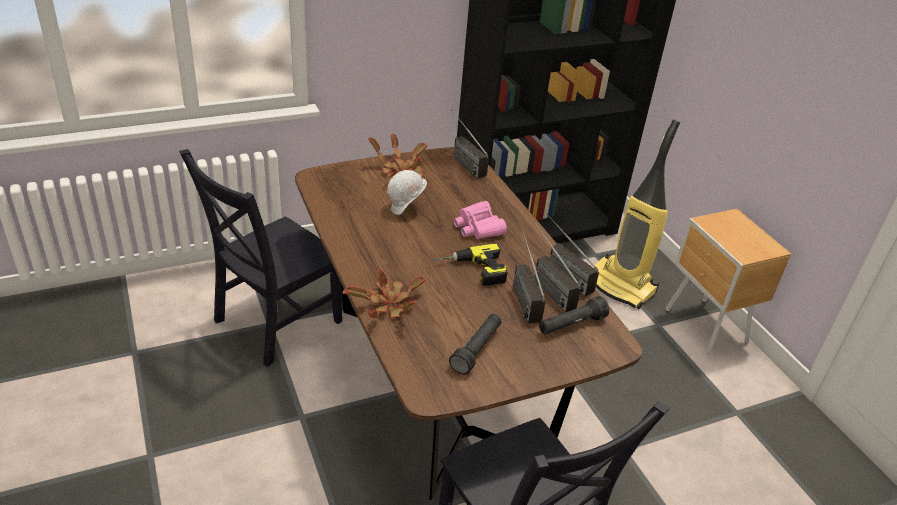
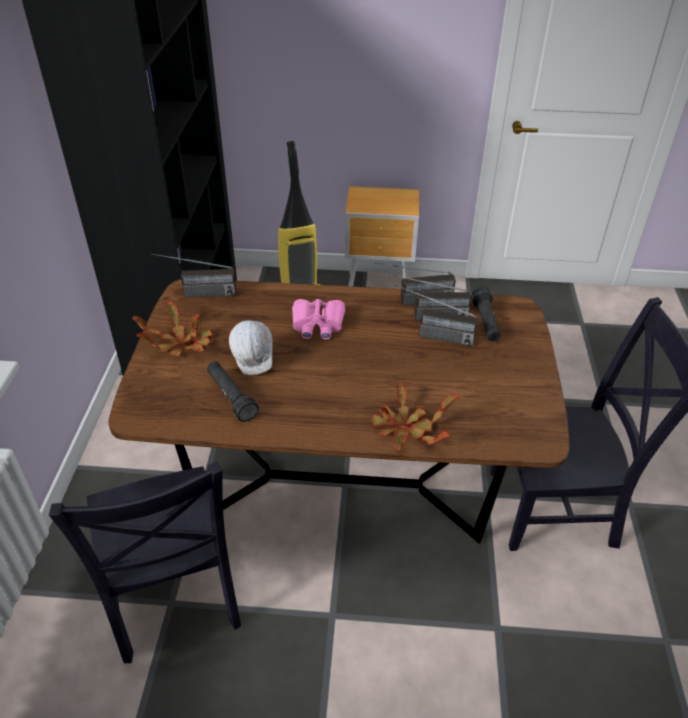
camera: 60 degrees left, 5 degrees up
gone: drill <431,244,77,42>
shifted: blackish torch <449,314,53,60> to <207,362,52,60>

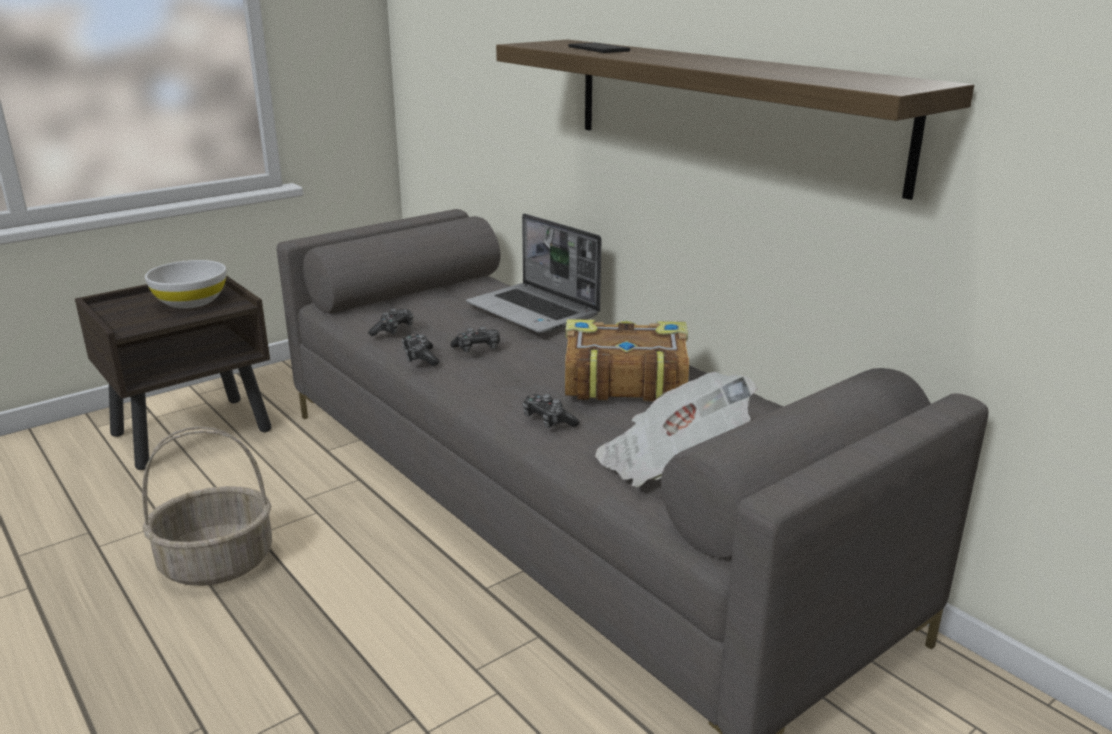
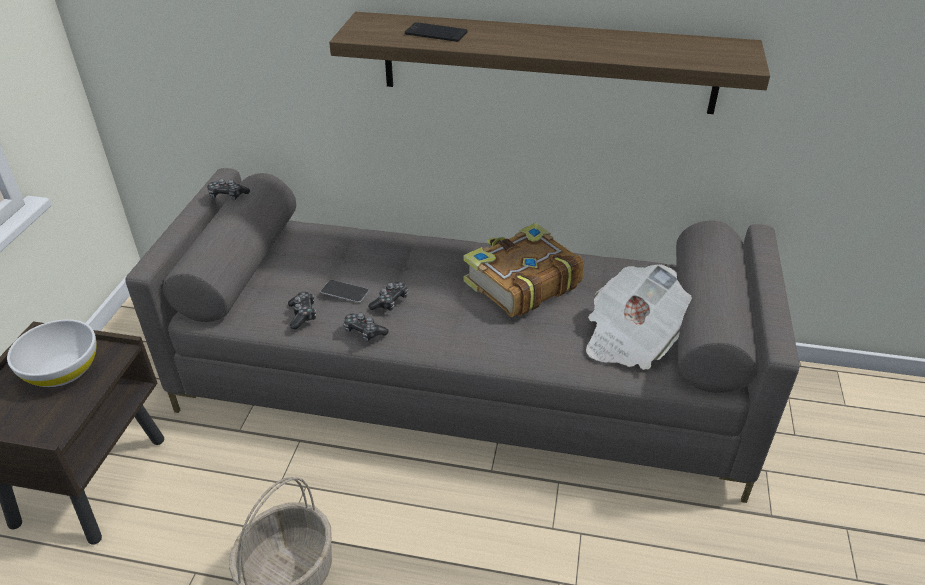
camera: 40 degrees left, 15 degrees up
gone: portable computer <466,214,135,119>
new: telephone <320,280,49,23>
shifted: gamepad <522,394,58,34> to <207,179,43,21>

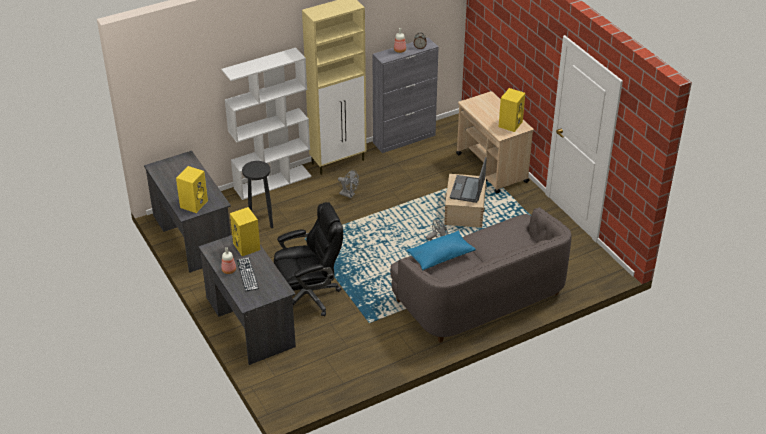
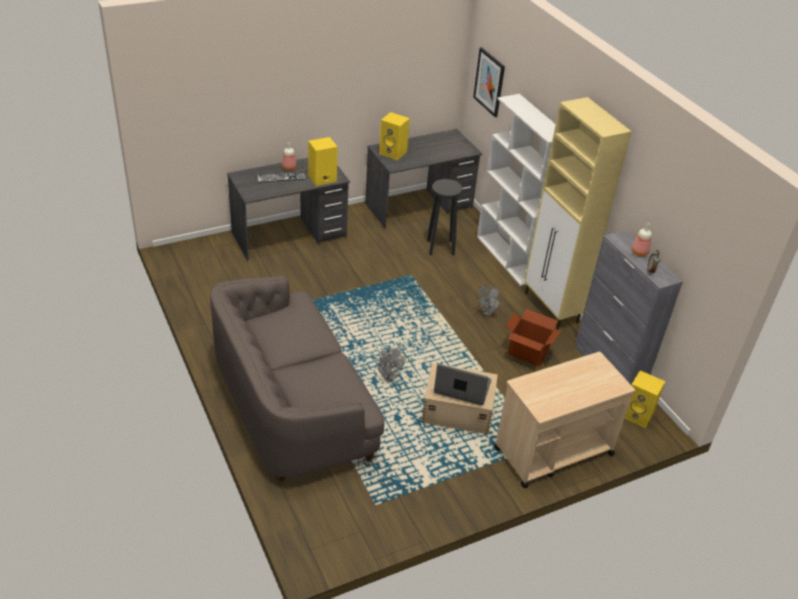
camera: 90 degrees right, 0 degrees up
gone: blackish office chair <274,202,69,114>; bluish cushion <406,231,70,39>
new: picture <473,47,32,70>; packing box <506,309,55,58>
shifted: yellow-coloured audio speaker <499,88,26,44> to <625,370,40,58>

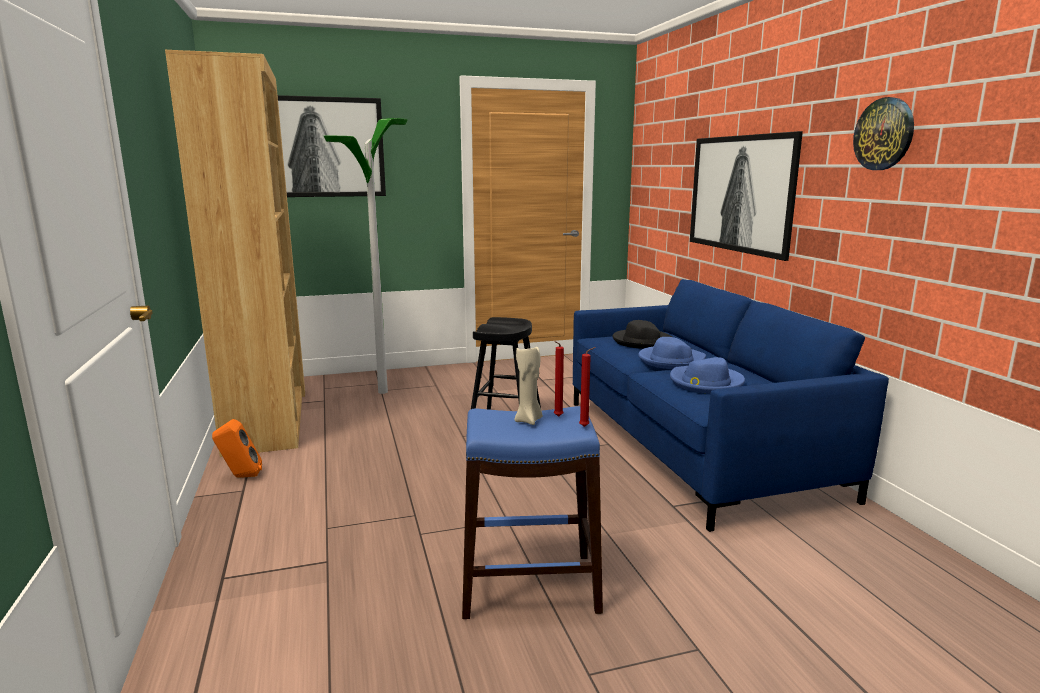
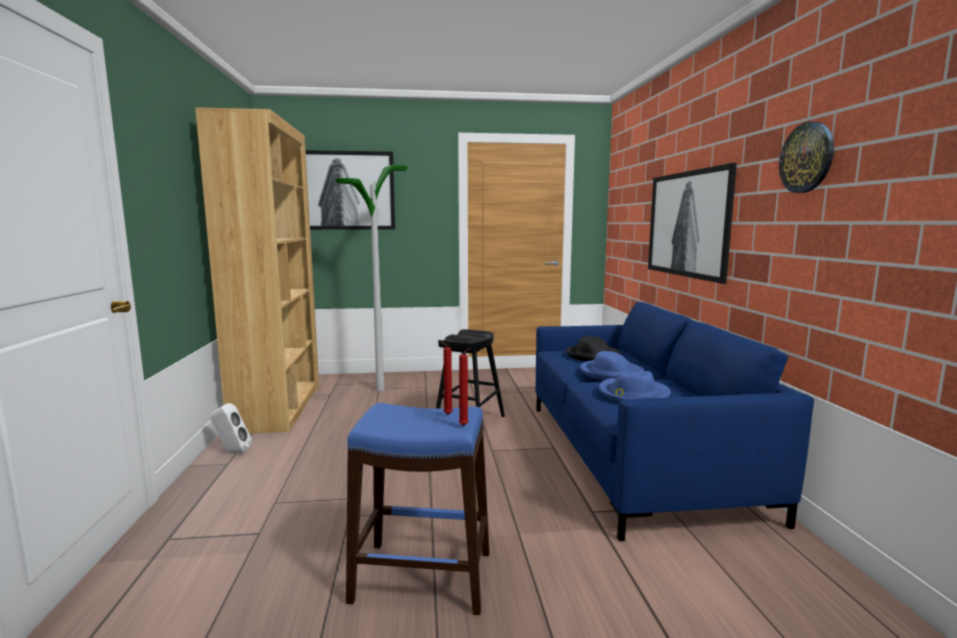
camera: 10 degrees right, 5 degrees down
gone: sand-coloured wax light <515,346,28,79>
repainted: orangey audio speaker <212,419,50,59> to whitish audio speaker <210,403,42,50>

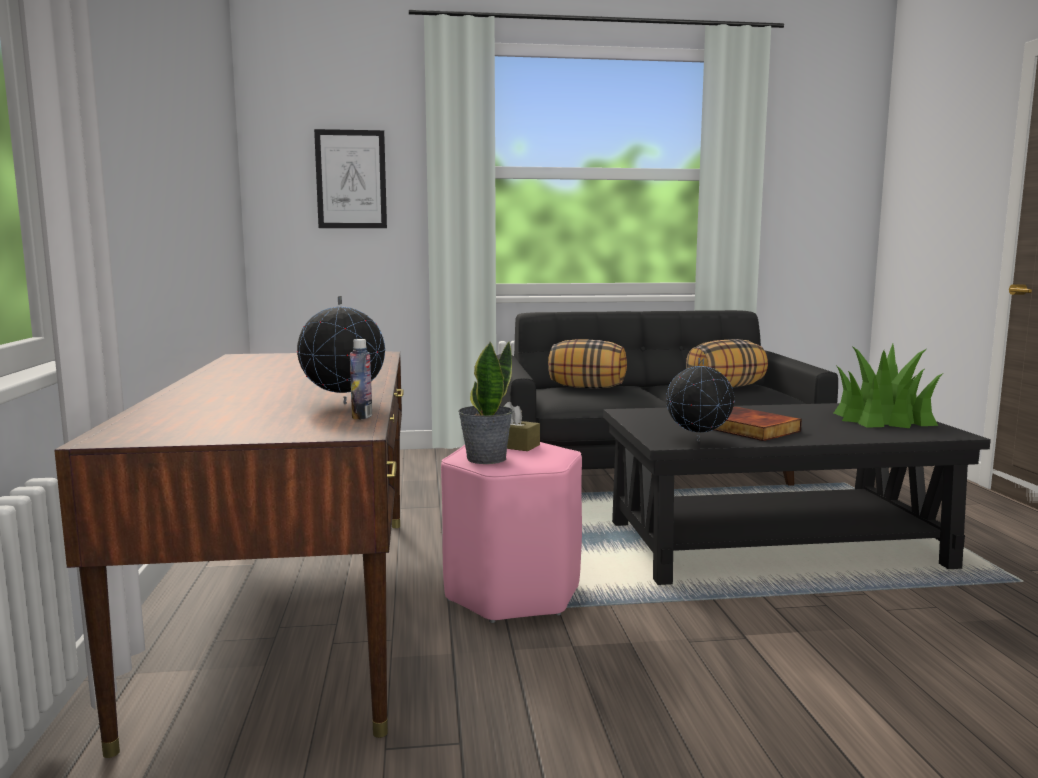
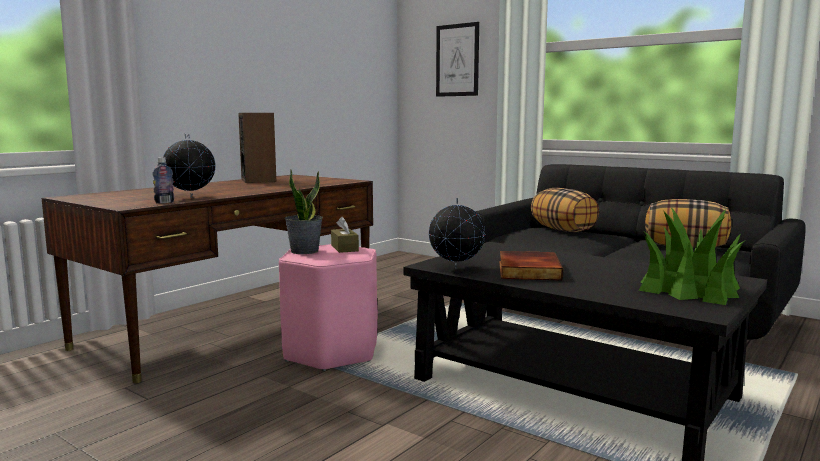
camera: 45 degrees right, 0 degrees up
new: audio speaker <238,113,38,70>

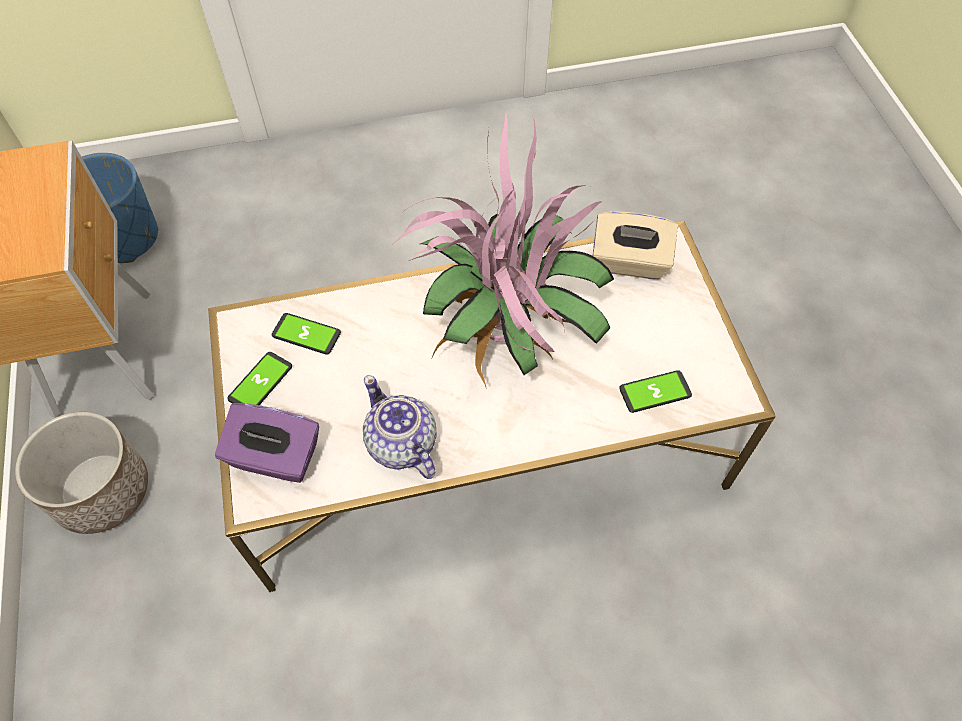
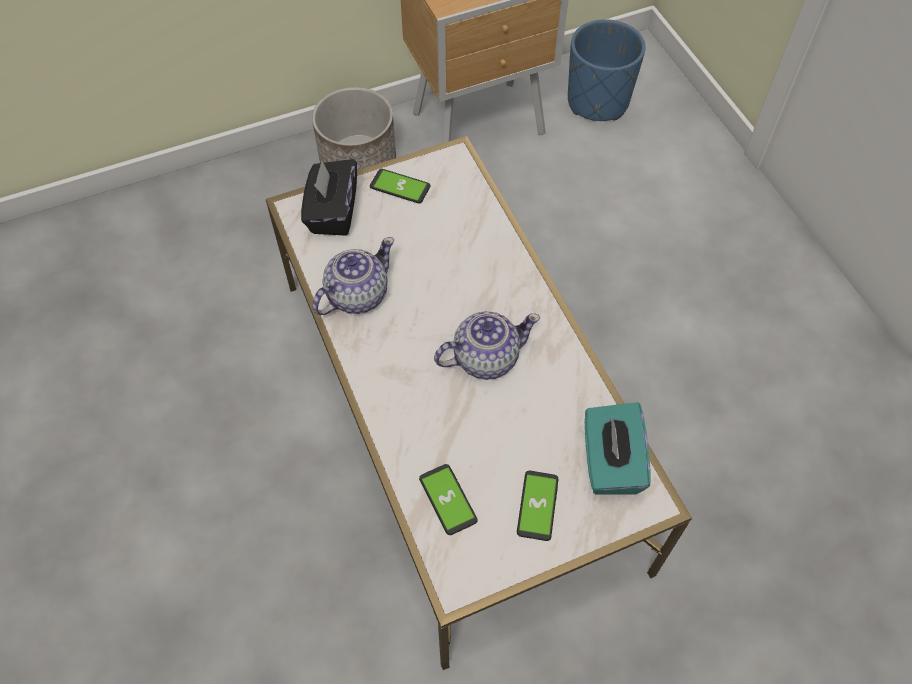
camera: 80 degrees right, 0 degrees up
shifted: telephone <272,313,69,42> to <517,471,41,70>
swapped: houseplant <396,109,218,280> to teapot <434,311,106,69>
repainted: purple-coloured box of tissues <215,403,104,80> to blackish box of tissues <301,159,56,77>; sand-coloured box of tissues <593,211,85,68> to turquoise box of tissues <585,402,66,93>

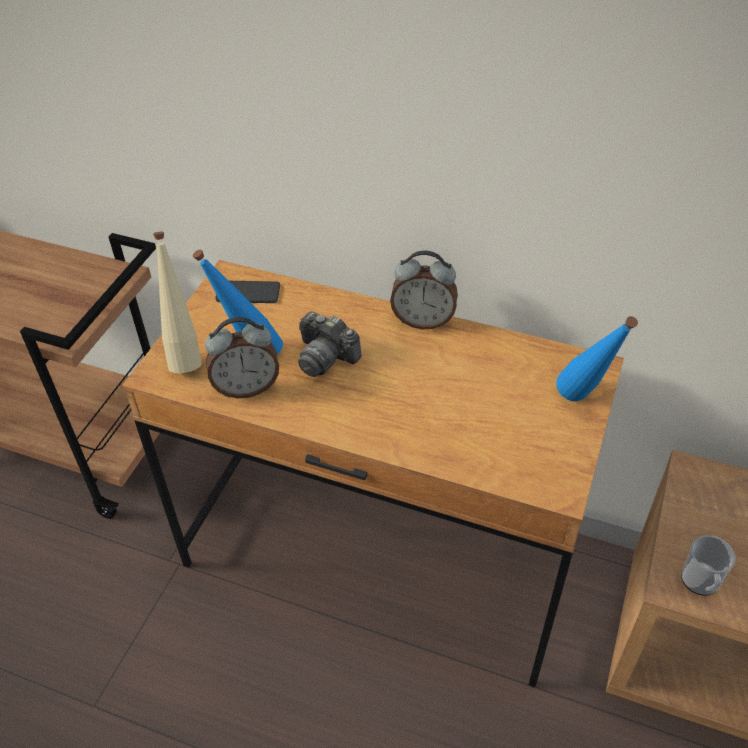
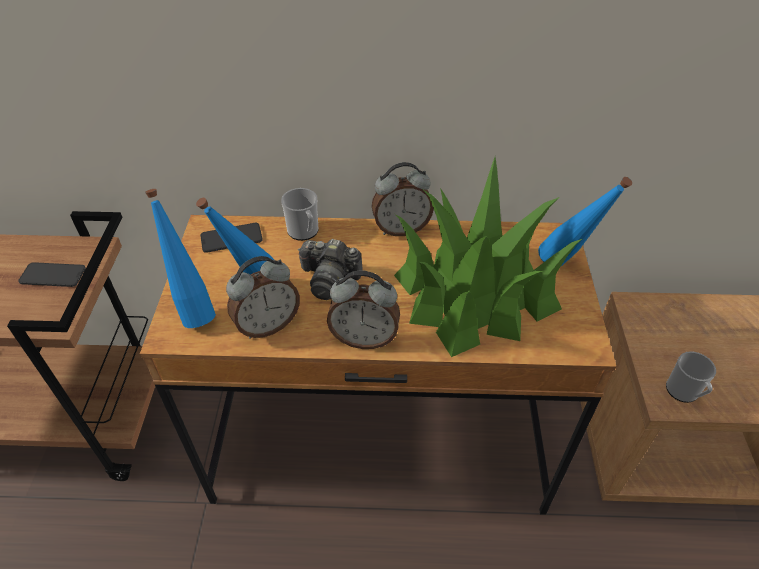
camera: 20 degrees left, 0 degrees up
new: telephone <18,262,68,25>; coffee mug <281,188,38,53>; bedside clock <327,271,73,78>; houseplant <394,157,188,200>
repainted: sand-coloured bottle <153,232,49,141> to bluish bottle <145,189,71,139>

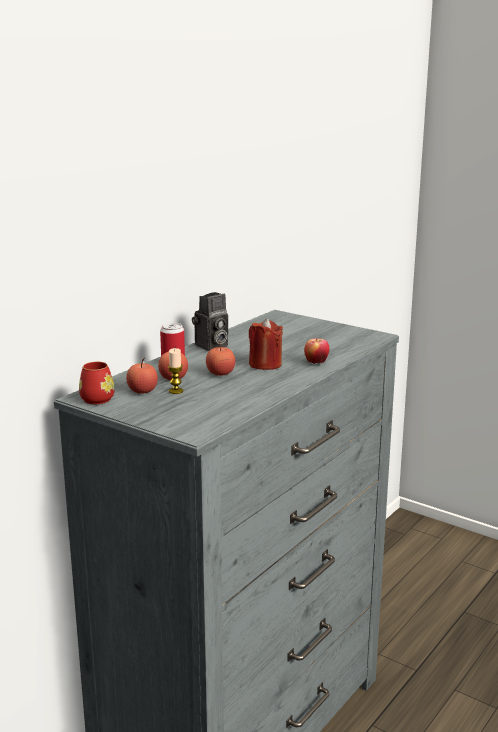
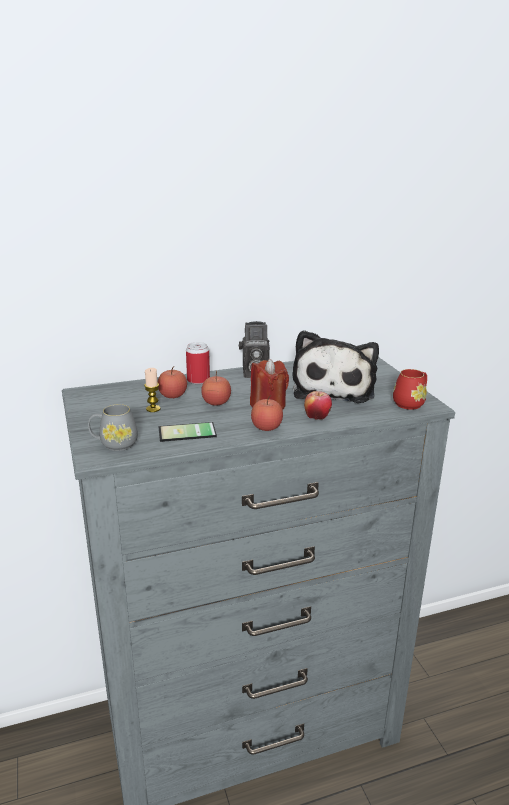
camera: 35 degrees right, 5 degrees up
new: grey coffee mug <88,404,50,47>; telephone <158,422,59,20>; cuddly toy <292,330,87,73>
shifted: reddish coffee mug <79,362,35,42> to <393,369,34,41>; apple <126,358,32,36> to <251,395,32,36>

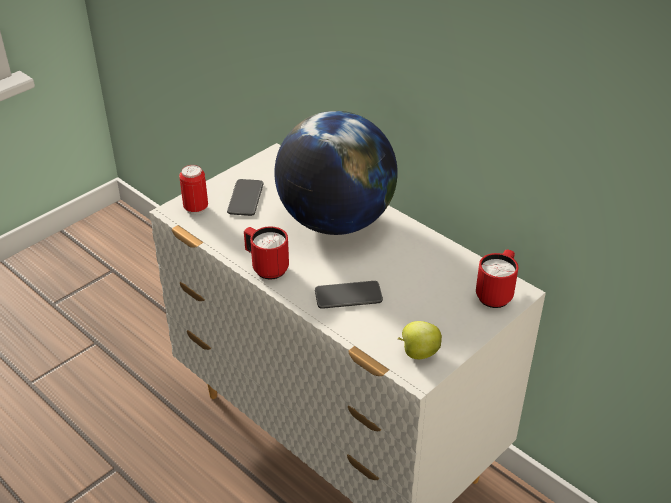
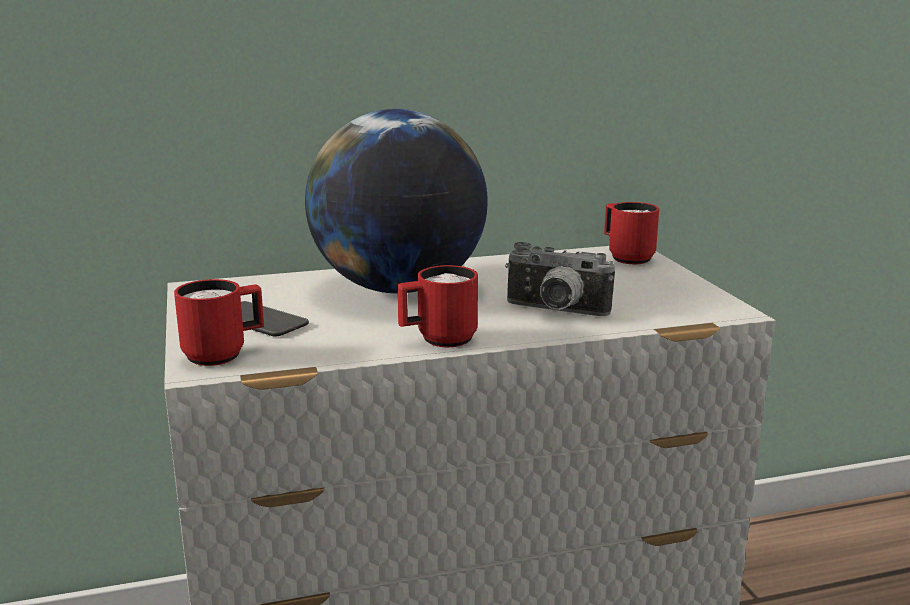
camera: 60 degrees left, 20 degrees down
gone: apple <398,321,44,38>
swapped: sealed can <179,165,29,50> to reddish coffee mug <174,279,90,87>; telephone <315,281,68,28> to still camera <505,242,110,74>

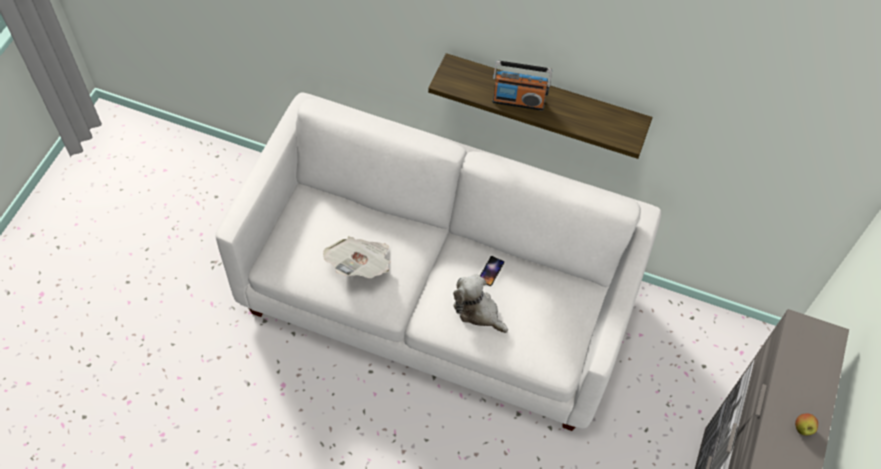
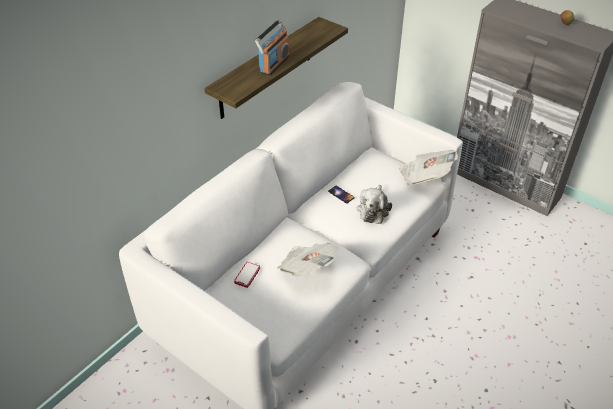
camera: 70 degrees left, 15 degrees down
new: telephone <234,262,26,26>; printed paper <399,150,59,35>
rotated: cuddly toy <453,274,55,59> = <356,185,36,39> 45 degrees counterclockwise

